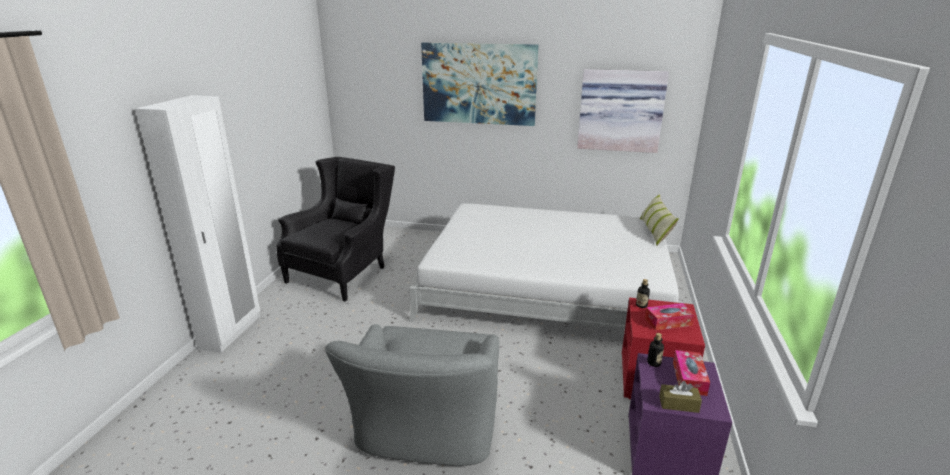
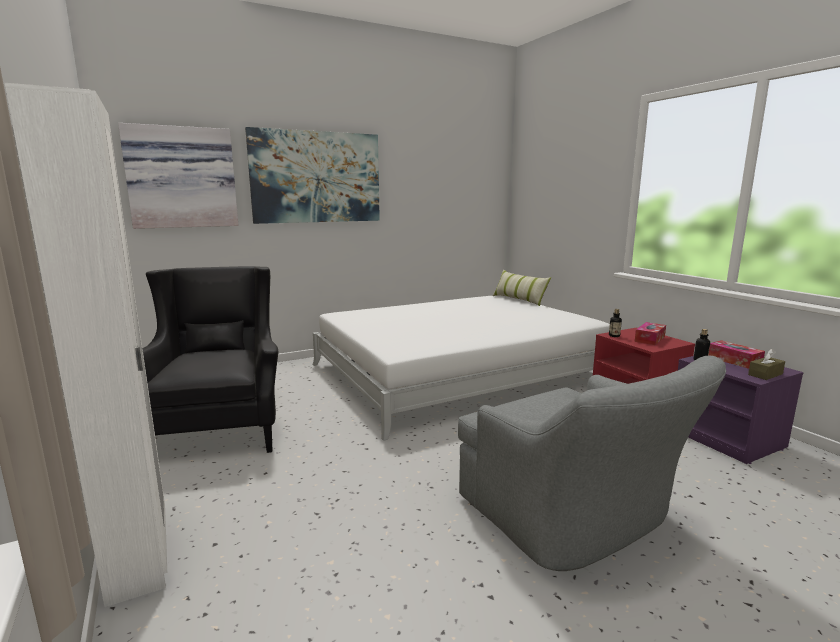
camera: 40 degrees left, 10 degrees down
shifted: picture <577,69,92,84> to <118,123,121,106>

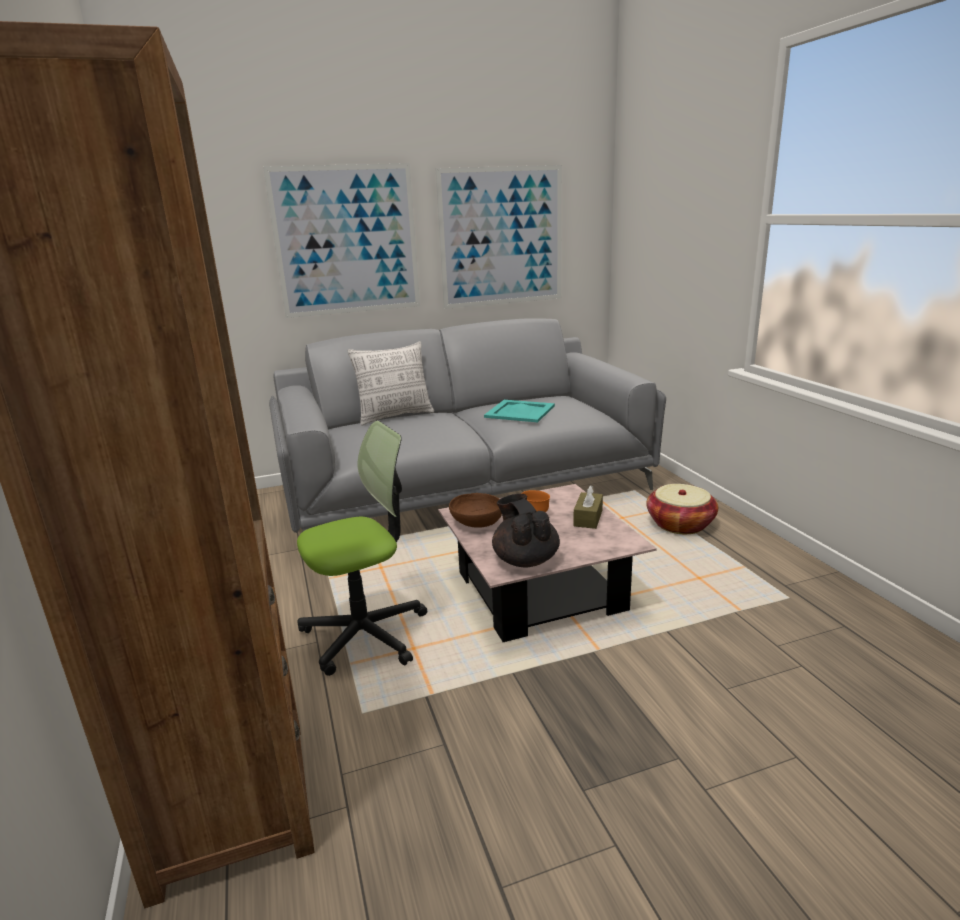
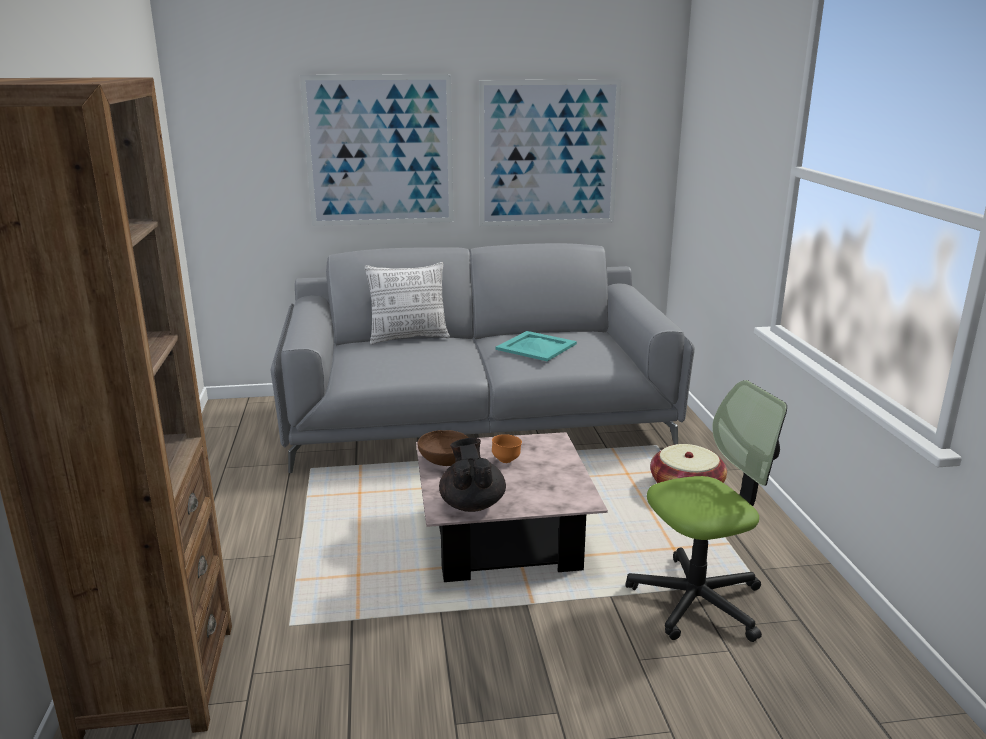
camera: 10 degrees right, 0 degrees up
gone: brown-coloured box of tissues <573,485,30,44>
shifted: office chair <297,421,130,255> to <625,380,162,262>

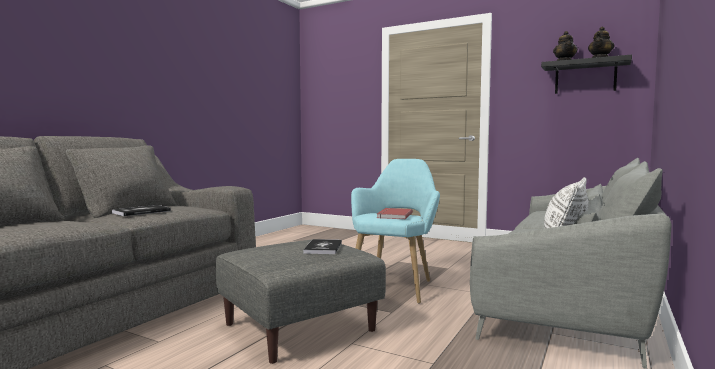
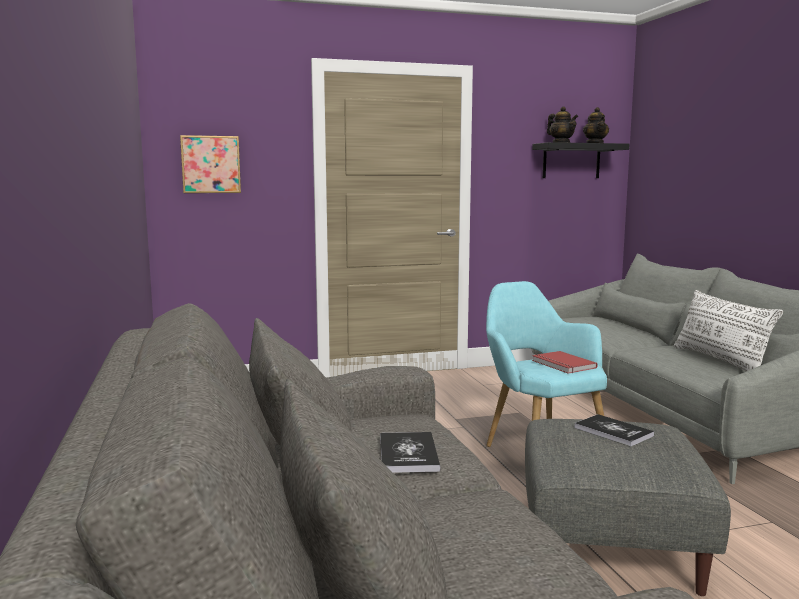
camera: 45 degrees left, 5 degrees up
new: picture <180,135,61,58>

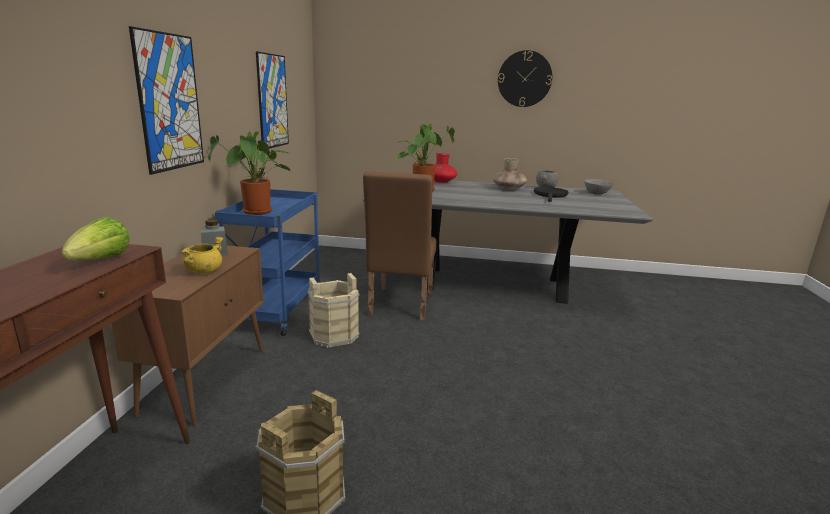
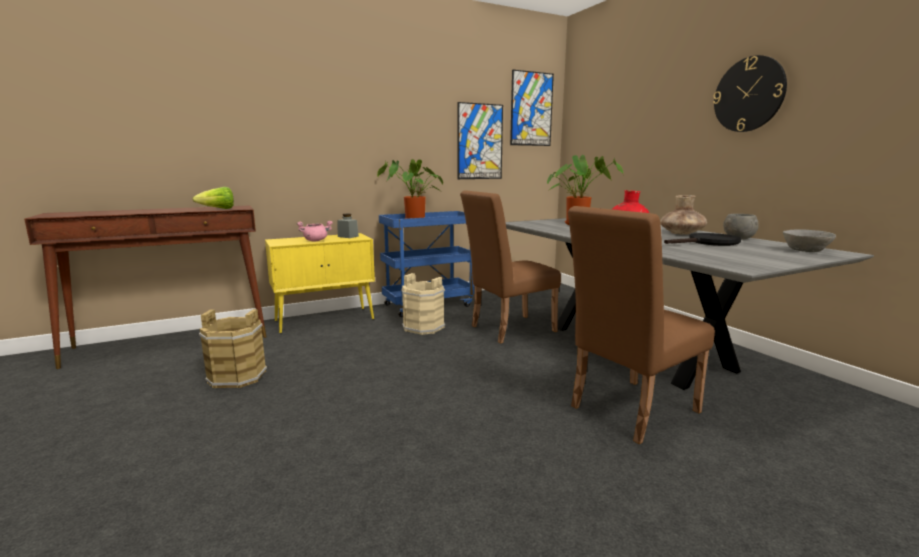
camera: 55 degrees right, 5 degrees down
new: brown-coloured upright chair <568,206,147,238>
shifted: picture <129,26,75,149> to <510,70,44,76>
repainted: brown-coloured cupboard <112,246,152,180> to yellow-coloured cupboard <265,233,110,100>; yellow-coloured saucepot <181,237,42,36> to pink saucepot <297,221,36,21>

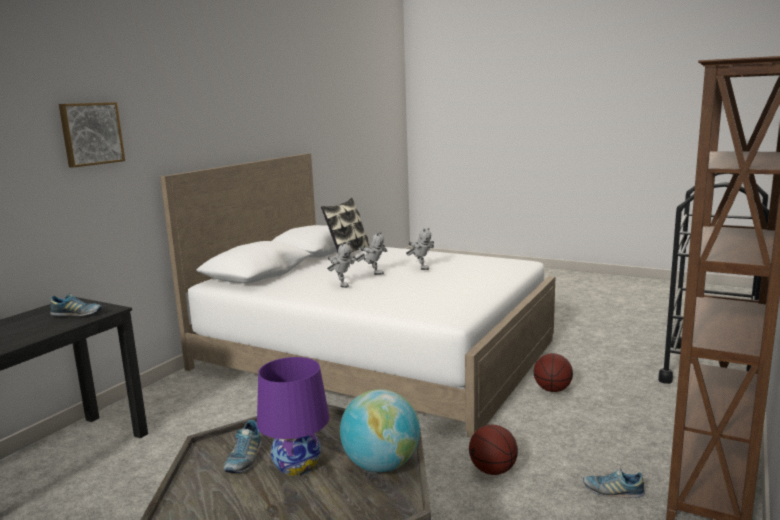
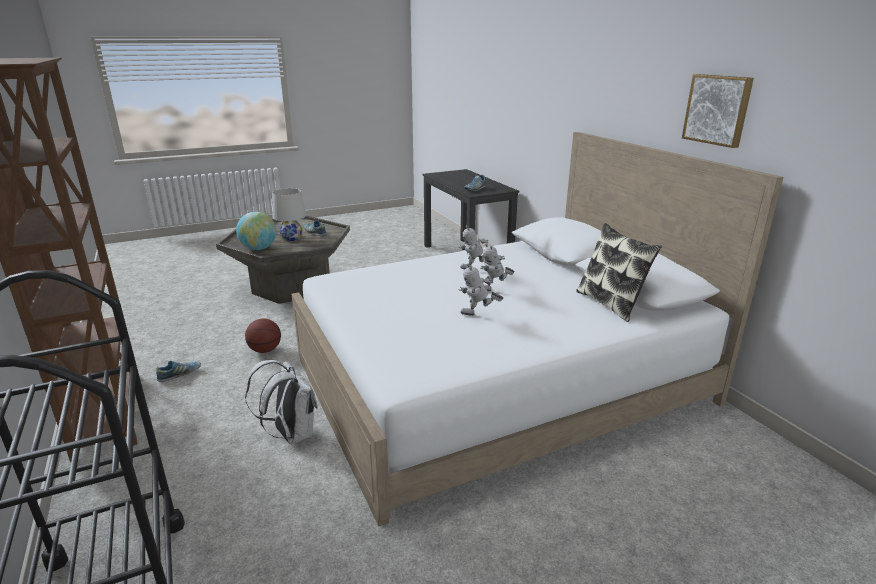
camera: 125 degrees right, 10 degrees up
shifted: picture <59,102,66,66> to <682,74,72,74>
swapped: basketball <534,353,39,39> to whitish rucksack <245,360,73,85>
repainted: purple-coloured lamp for a table <257,357,73,119> to whitish lamp for a table <272,188,34,53>

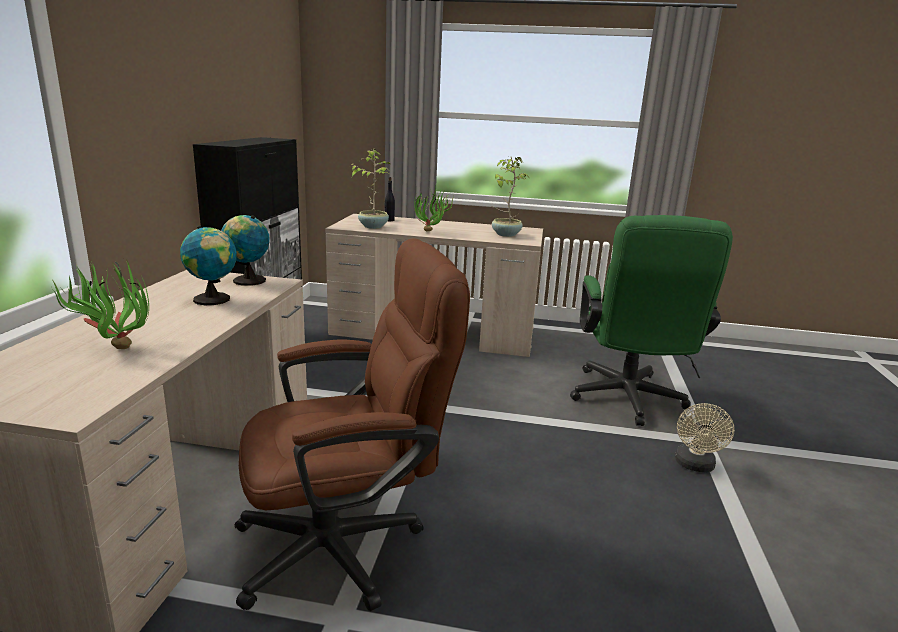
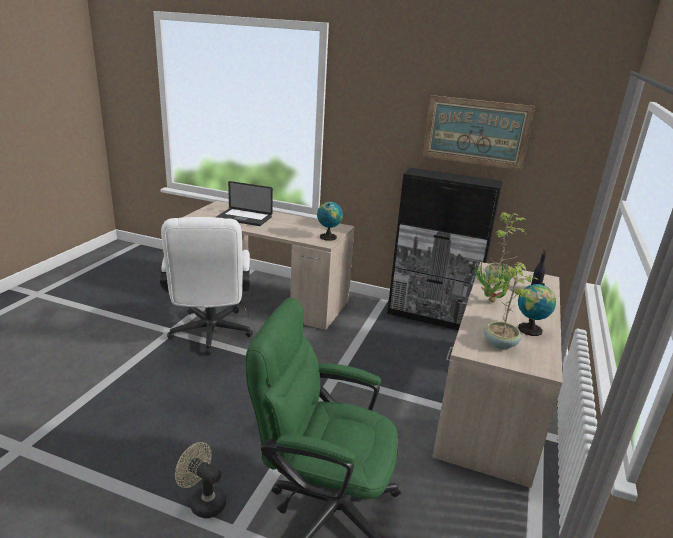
camera: 100 degrees right, 5 degrees up
new: picture <423,95,112,75>
shifted: world globe <180,226,57,79> to <518,283,38,53>
swapped: houseplant <51,259,98,90> to portable computer <216,181,57,45>
repainted: brown-coloured office chair <235,238,235,373> to whitish office chair <160,217,93,138>

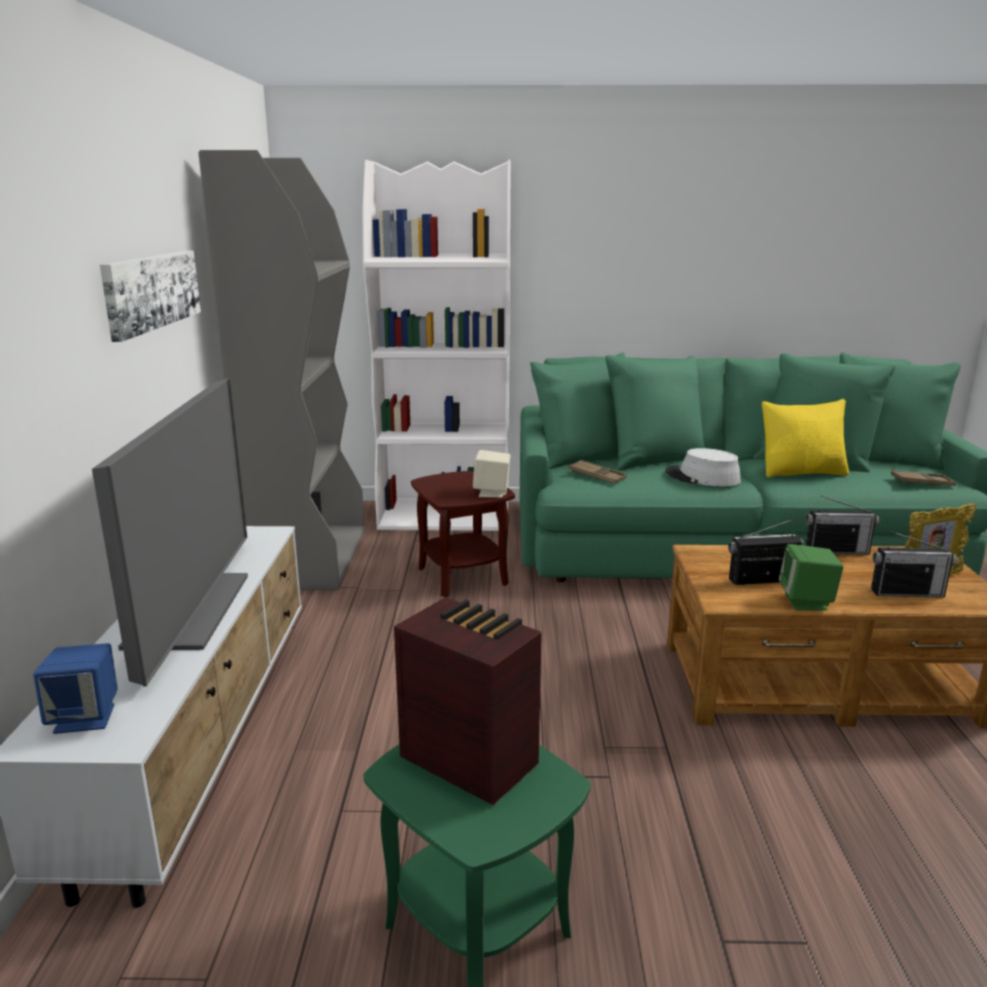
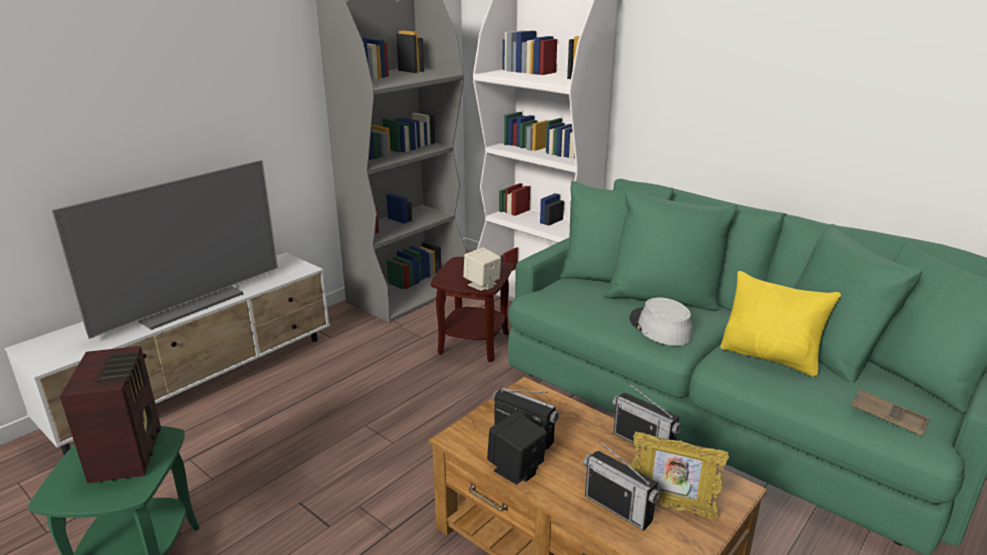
camera: 40 degrees right, 5 degrees up
gone: bluish audio speaker <33,643,85,91>; picture <100,251,101,91>; brown-coloured carrying tray <569,460,58,24>
repainted: greenish audio speaker <779,544,65,67> to blackish audio speaker <487,411,60,73>

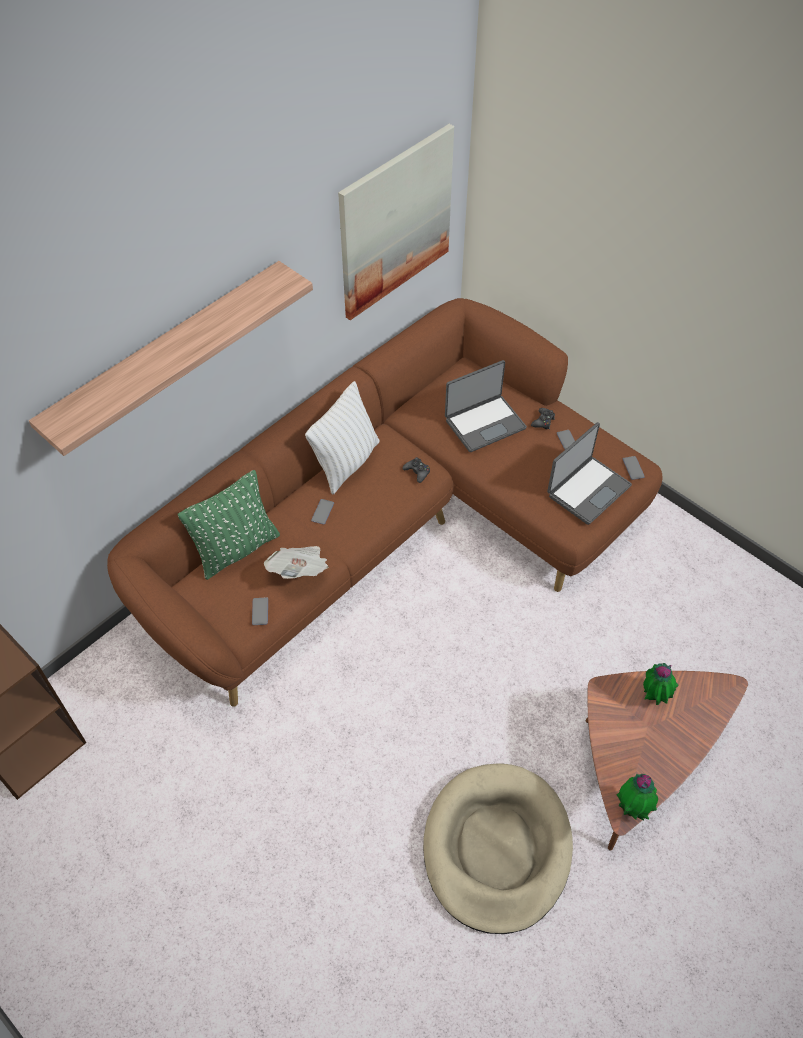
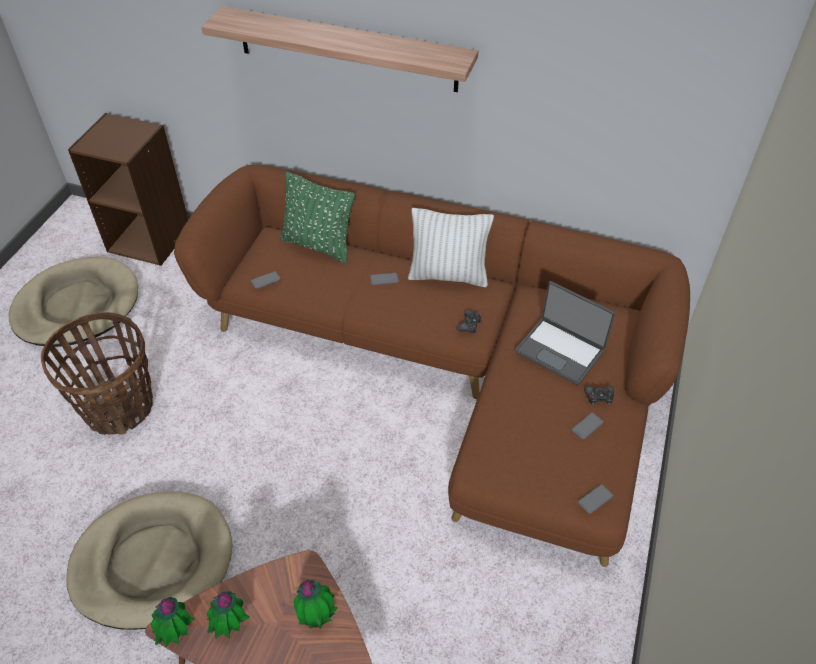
camera: 65 degrees right, 5 degrees down
gone: printed paper <264,546,65,33>; picture <338,124,116,196>; portable computer <547,422,85,103>
new: sand-coloured dog cushion <8,257,130,90>; household basket <41,312,112,123>; houseplant <207,591,42,48>

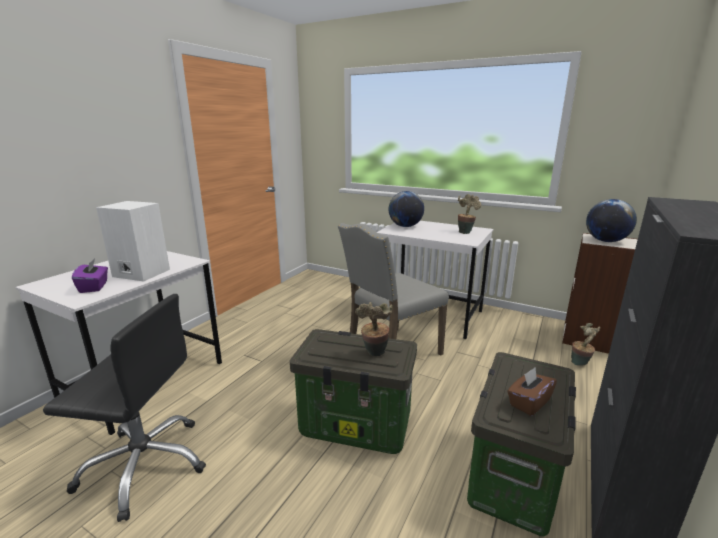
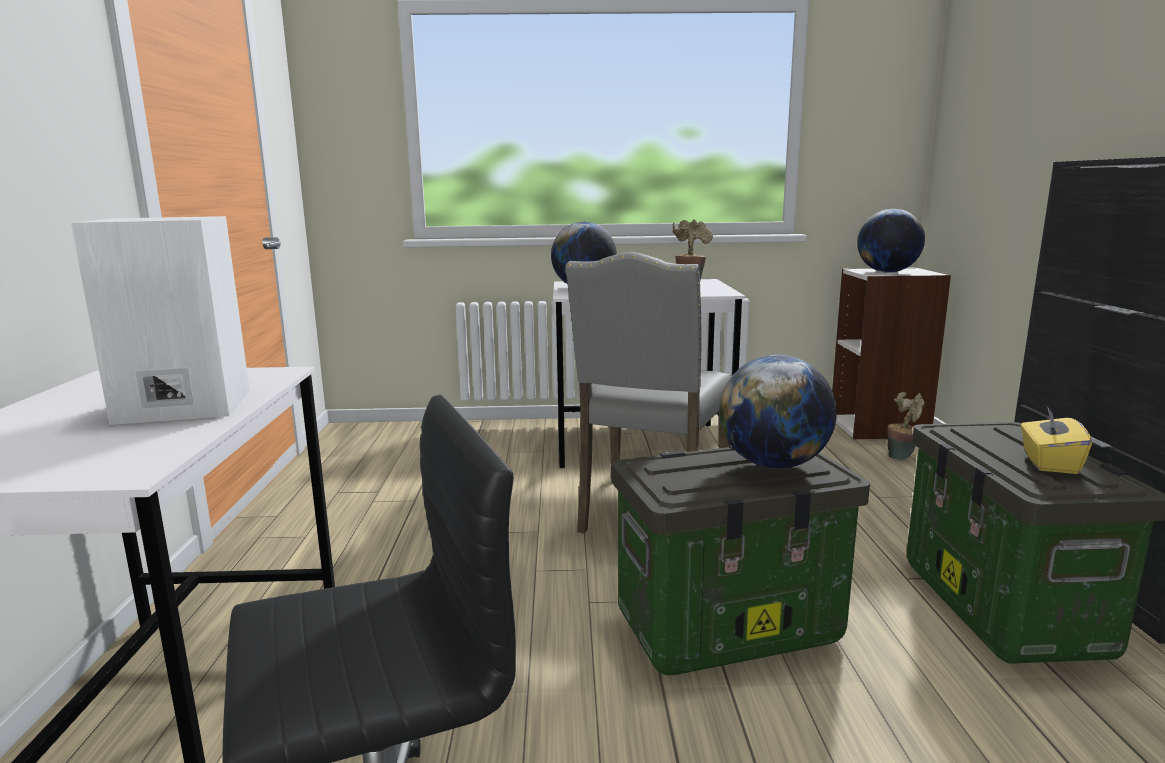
camera: 30 degrees left, 5 degrees down
gone: purple-coloured box of tissues <72,259,36,34>
swapped: houseplant <355,302,38,54> to world globe <719,355,118,114>
repainted: brown-coloured box of tissues <507,367,50,49> to yellow-coloured box of tissues <1021,404,71,70>

